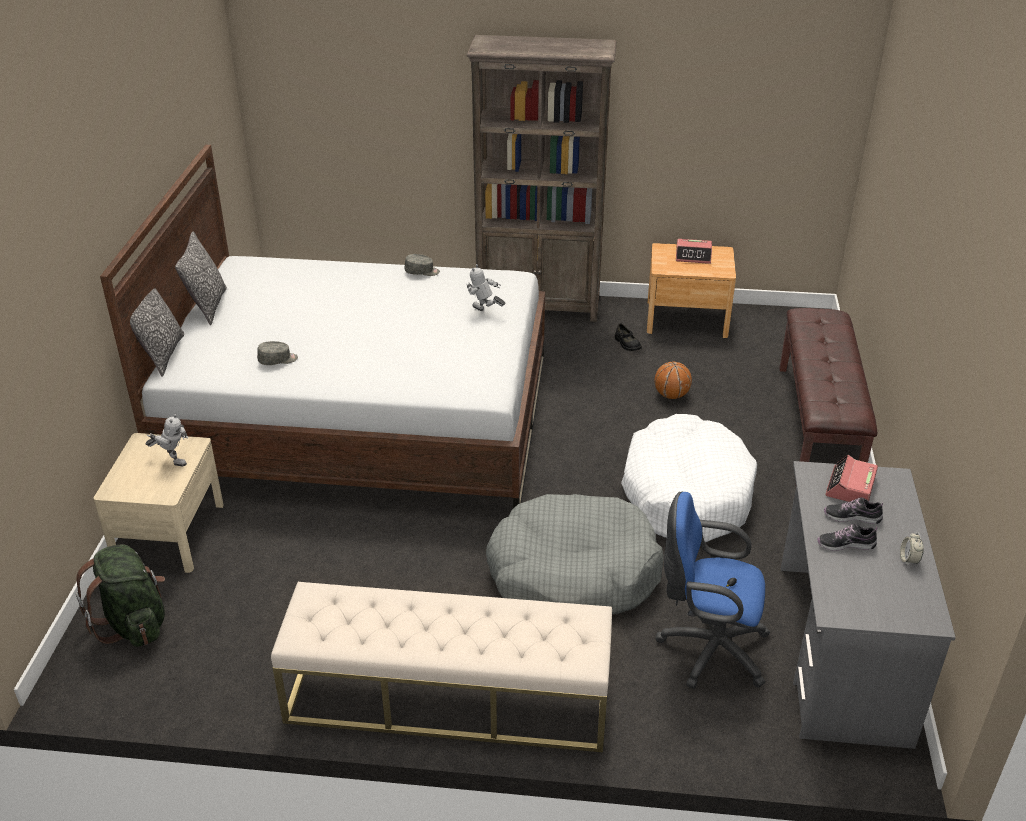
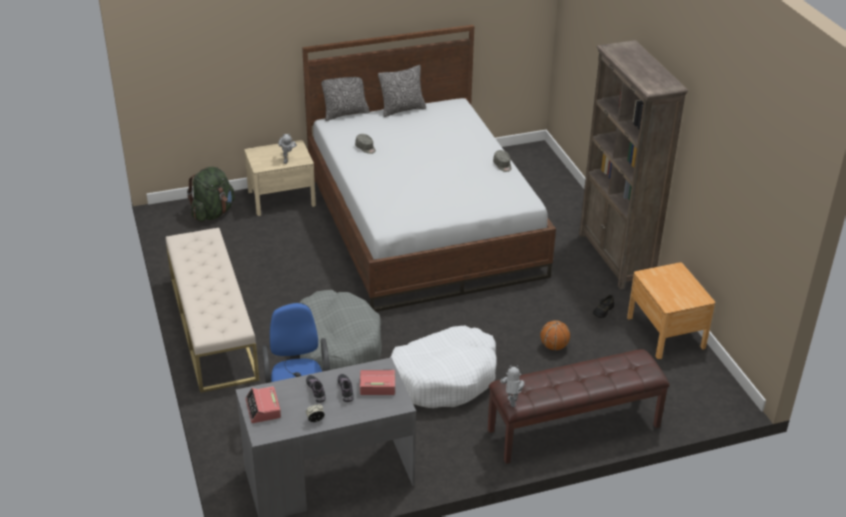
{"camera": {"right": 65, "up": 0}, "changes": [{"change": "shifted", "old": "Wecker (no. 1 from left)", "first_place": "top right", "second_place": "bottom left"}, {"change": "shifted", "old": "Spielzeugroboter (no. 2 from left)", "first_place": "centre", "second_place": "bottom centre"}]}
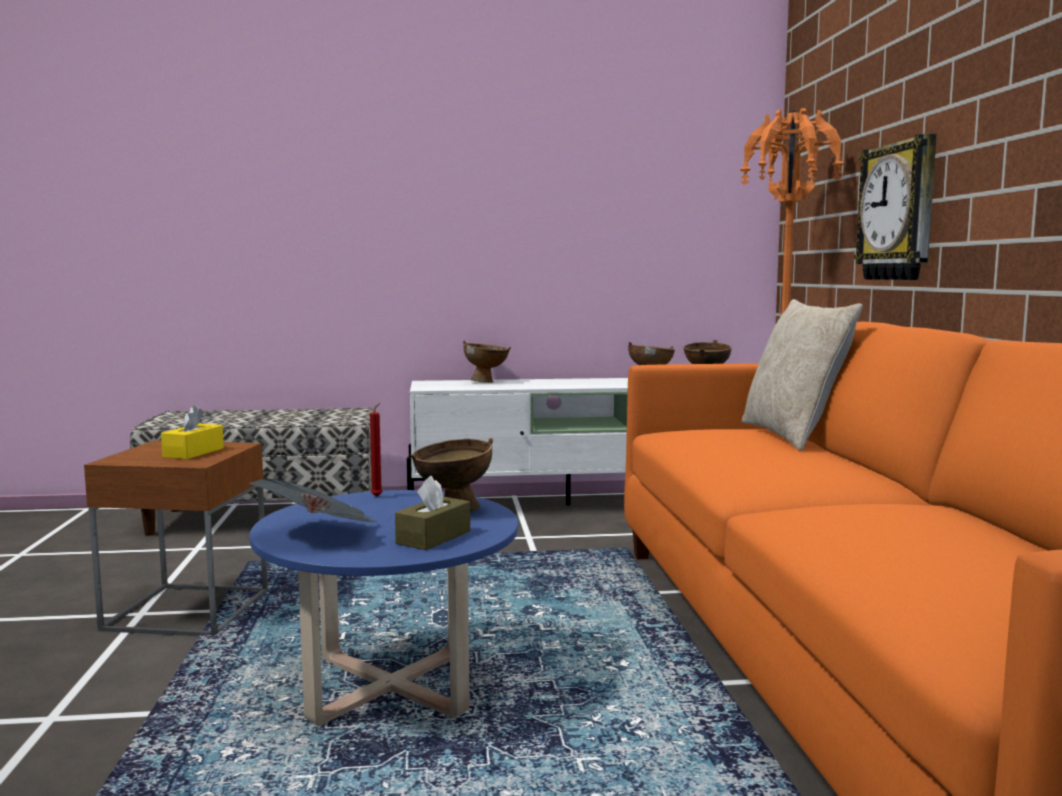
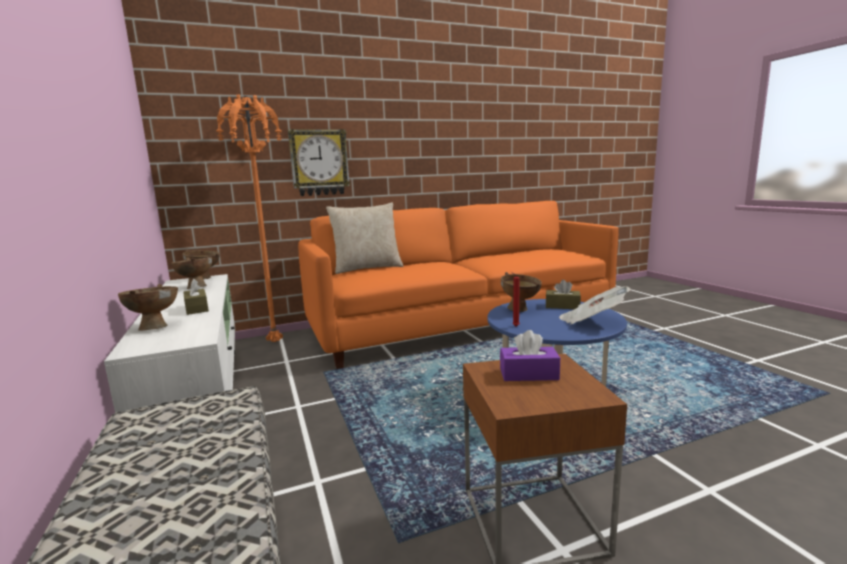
{"camera": {"right": -105, "up": 5}, "changes": [{"change": "new", "new": "Taschentuchbox [braun] (no. 1 from left)", "second_place": "middle left"}, {"change": "repainted", "old": "Taschentuchbox [gelb]", "new": "Taschentuchbox [lila]", "first_place": "middle left", "second_place": "centre"}]}
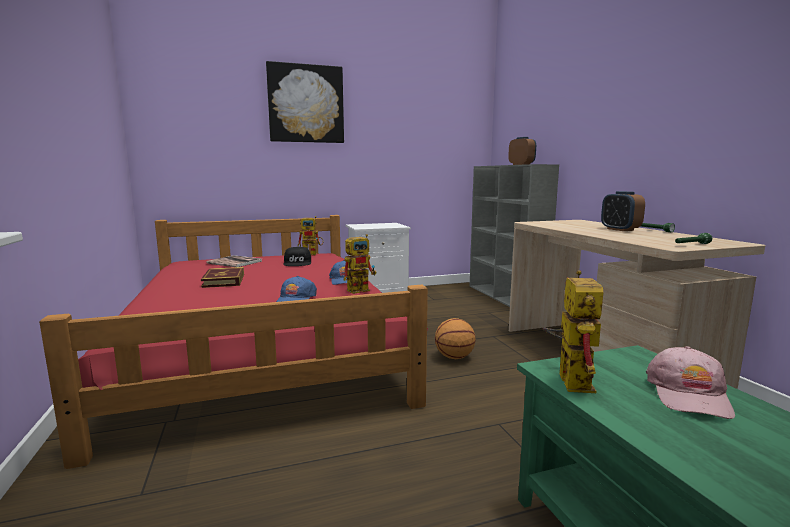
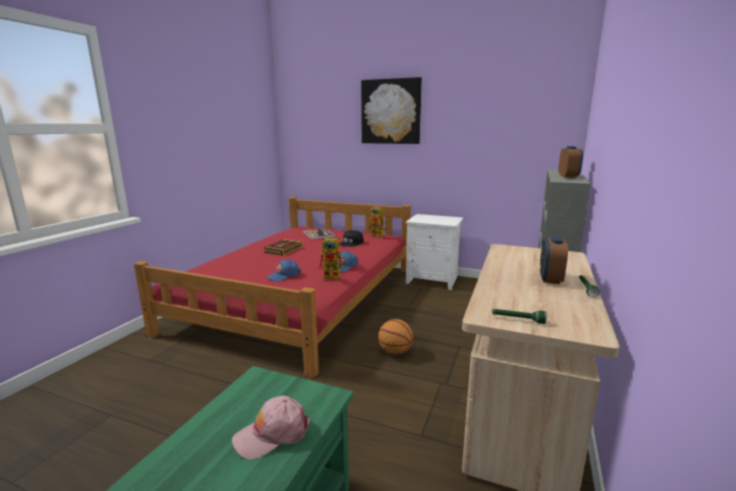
{"camera": {"right": 40, "up": 5}, "changes": [{"change": "gone", "old": "Spielzeugroboter (no. 3 from left)", "first_place": "middle right"}]}
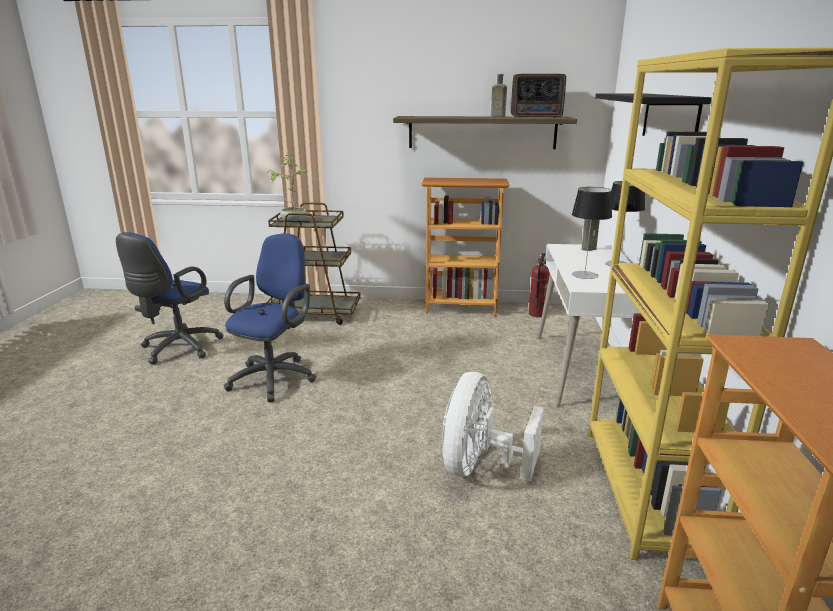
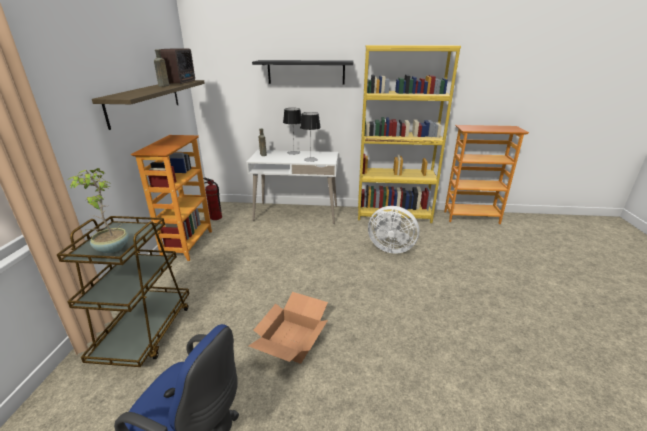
{"camera": {"right": -90, "up": 5}, "changes": [{"change": "swapped", "old": "Bürostuhl [blau] (no. 2 from left)", "new": "Karton", "first_place": "middle left", "second_place": "bottom centre"}]}
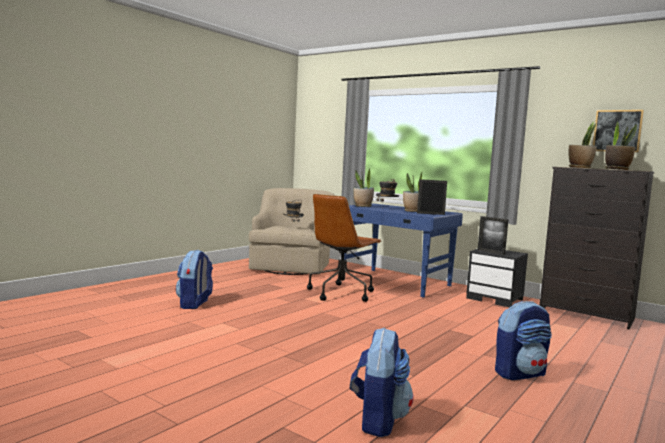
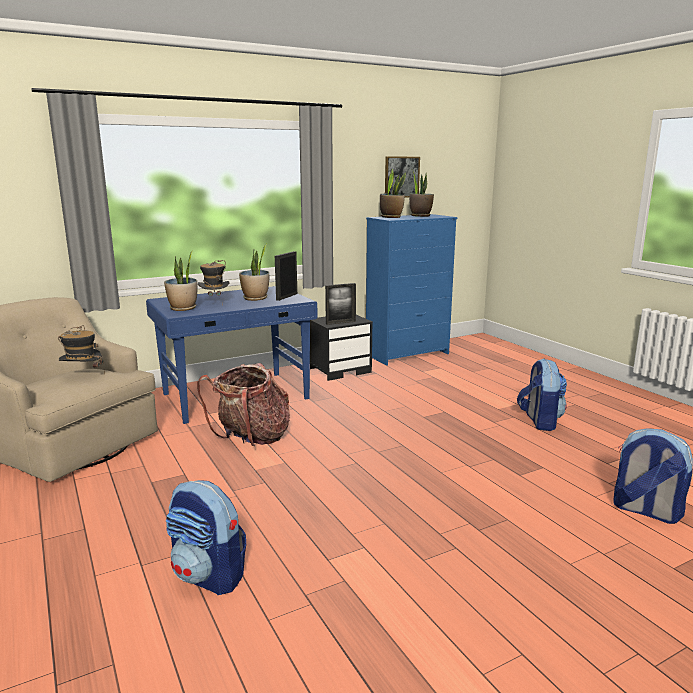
{"camera": {"right": -65, "up": 10}, "changes": [{"change": "swapped", "old": "Bürostuhl [braun]", "new": "Rucksack (no. 2 from left)", "first_place": "centre", "second_place": "centre"}, {"change": "repainted", "old": "Kommode [schwarz]", "new": "Kommode [blau]", "first_place": "middle right", "second_place": "centre"}]}
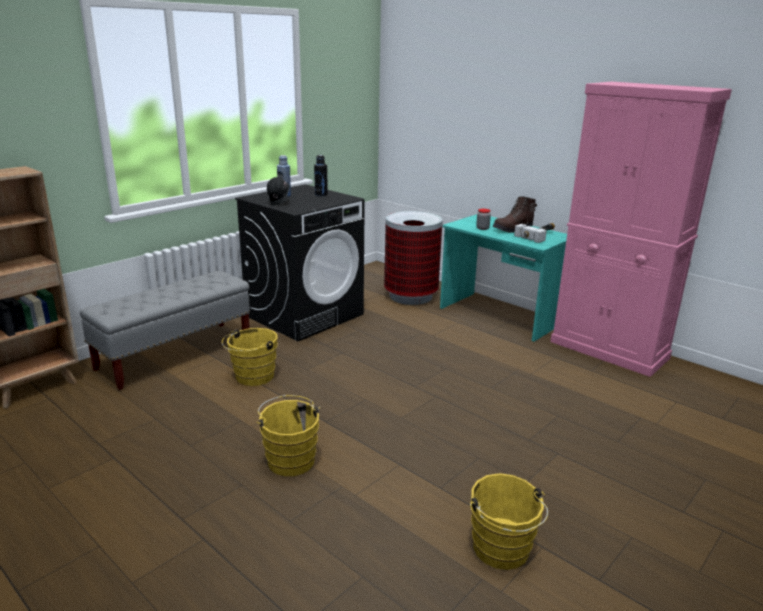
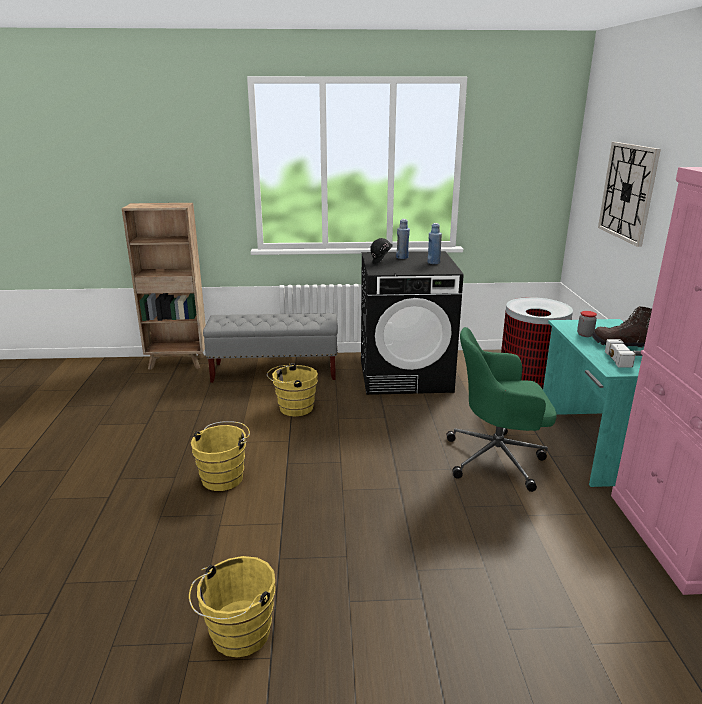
{"camera": {"right": 45, "up": 0}, "changes": [{"change": "repainted", "old": "Flasche [schwarz]", "new": "Flasche [blau] (no. 2 from left)", "first_place": "top centre", "second_place": "centre"}, {"change": "new", "new": "Bürostuhl [grün]", "second_place": "middle right"}, {"change": "new", "new": "Wanduhr", "second_place": "top right"}]}
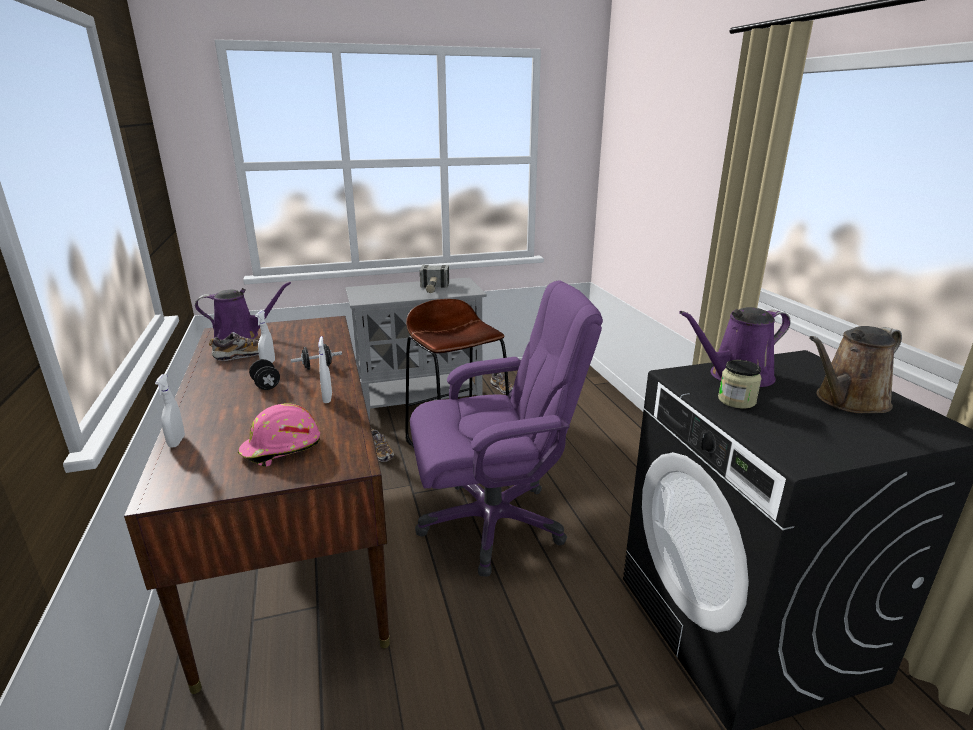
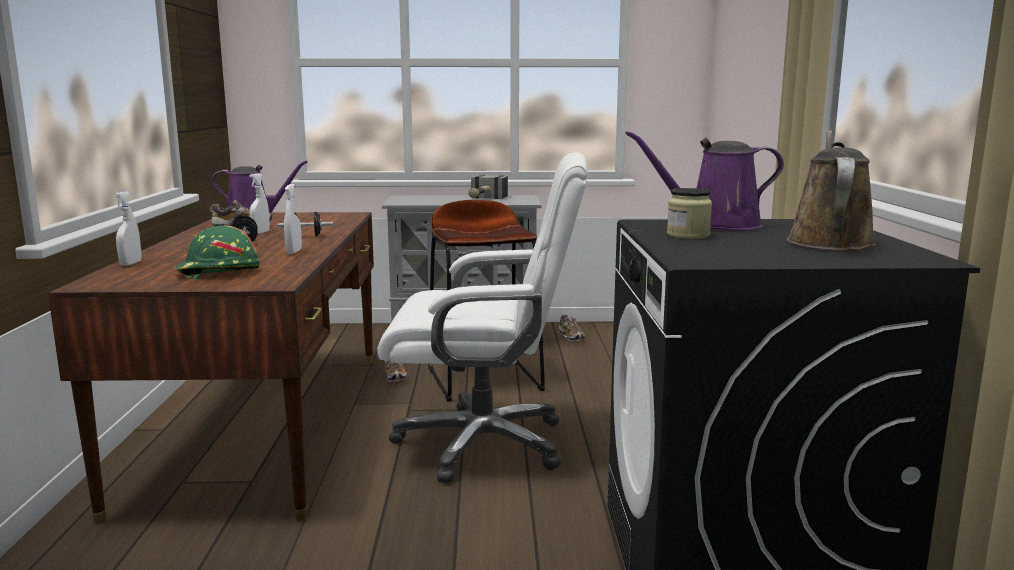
{"camera": {"right": 15, "up": -10}, "changes": [{"change": "repainted", "old": "Schutzhelm [rosa]", "new": "Schutzhelm [grün]", "first_place": "middle left", "second_place": "middle left"}, {"change": "repainted", "old": "Bürostuhl [lila]", "new": "Bürostuhl [weiß]", "first_place": "centre", "second_place": "centre"}, {"change": "rotated", "old": "Gießkanne [braun]", "first_place": "middle right", "second_place": "middle right", "degrees": 120}]}
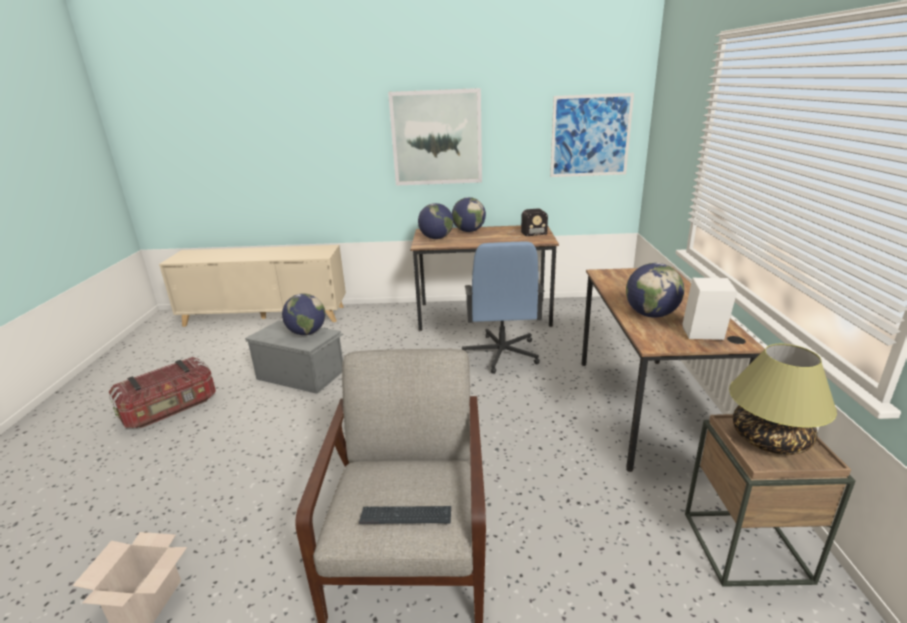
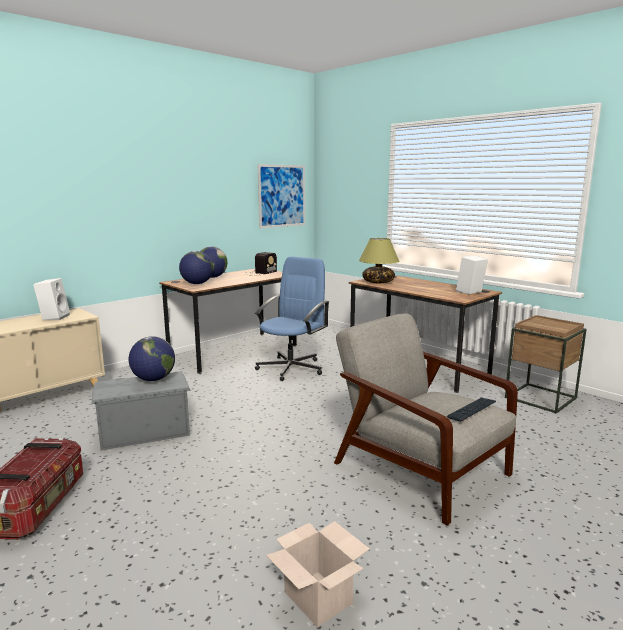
{"camera": {"right": -45, "up": -10}, "changes": [{"change": "new", "new": "Lautsprecher [weiß] (no. 1 from left)", "second_place": "middle left"}, {"change": "rotated", "old": "Bürostuhl [blau]", "first_place": "centre", "second_place": "centre", "degrees": -105}, {"change": "shifted", "old": "Tischlampe", "first_place": "middle right", "second_place": "centre"}, {"change": "gone", "old": "Bild (no. 1 from left)", "first_place": "top centre"}, {"change": "gone", "old": "Globus (no. 4 from left)", "first_place": "middle right"}]}
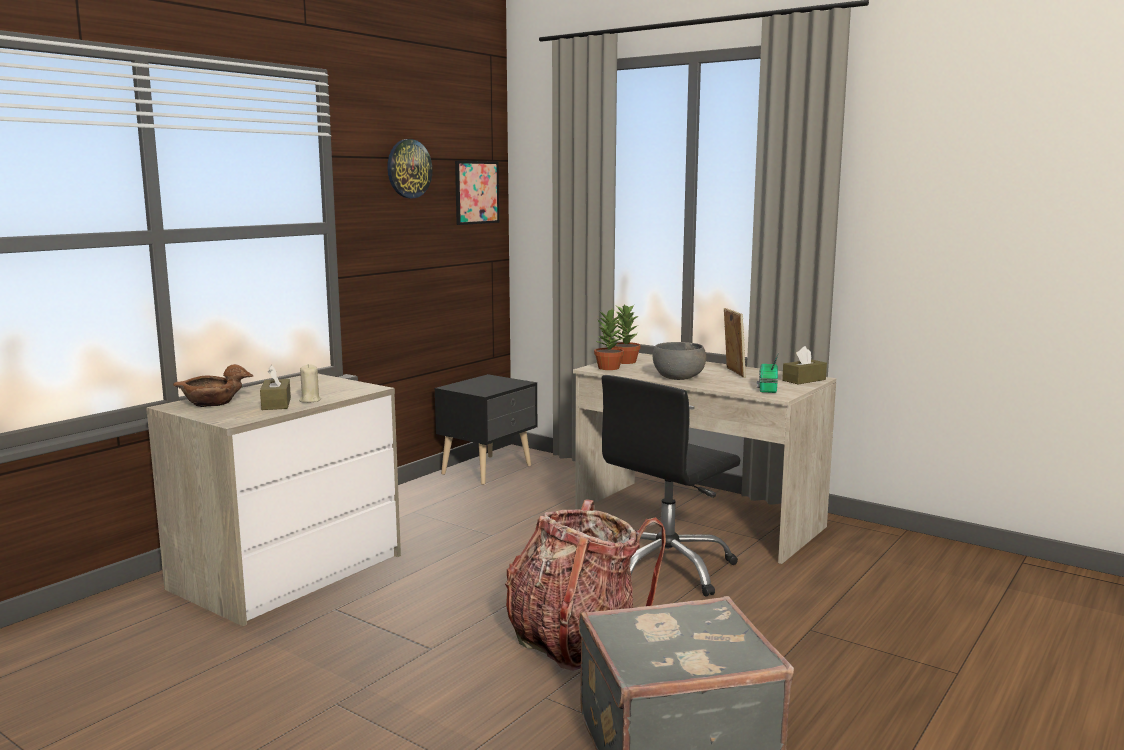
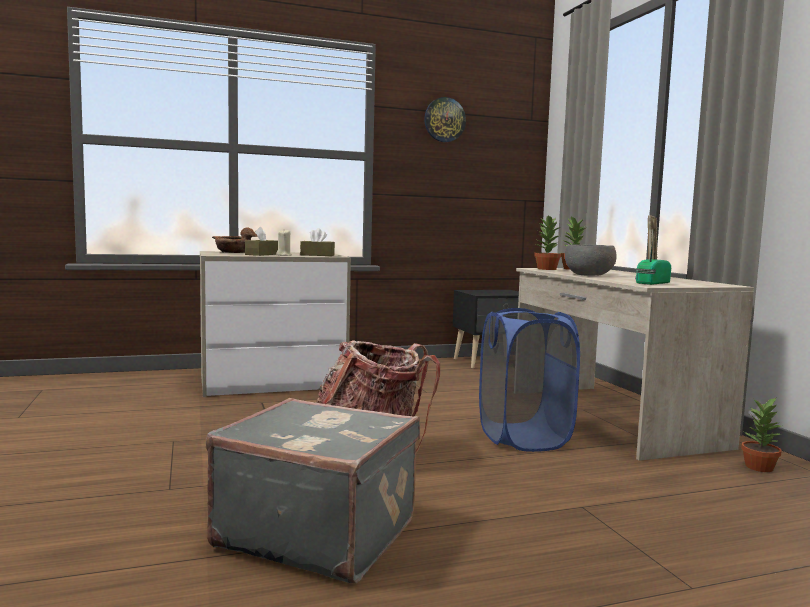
{"camera": {"right": 35, "up": -5}, "changes": [{"change": "shifted", "old": "Taschentuchbox [braun] (no. 2 from left)", "first_place": "middle right", "second_place": "centre"}, {"change": "swapped", "old": "Bürostuhl [schwarz]", "new": "Wäschekorb [blau]", "first_place": "centre", "second_place": "centre"}, {"change": "new", "new": "Topfpflanze (no. 3 from left)", "second_place": "bottom right"}, {"change": "gone", "old": "Bild", "first_place": "top centre"}]}
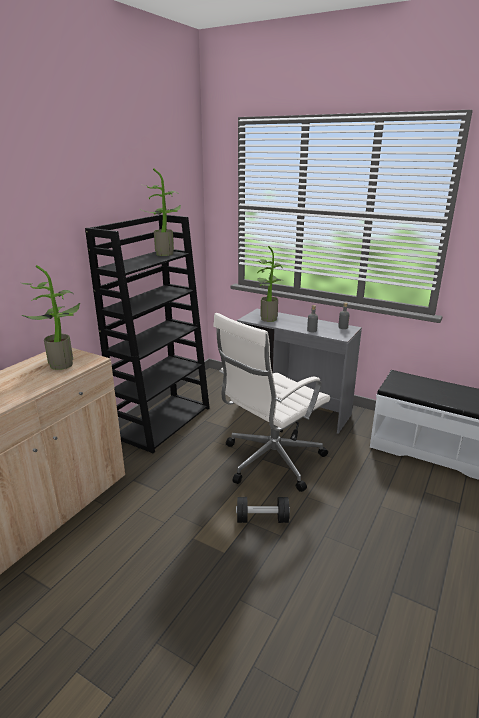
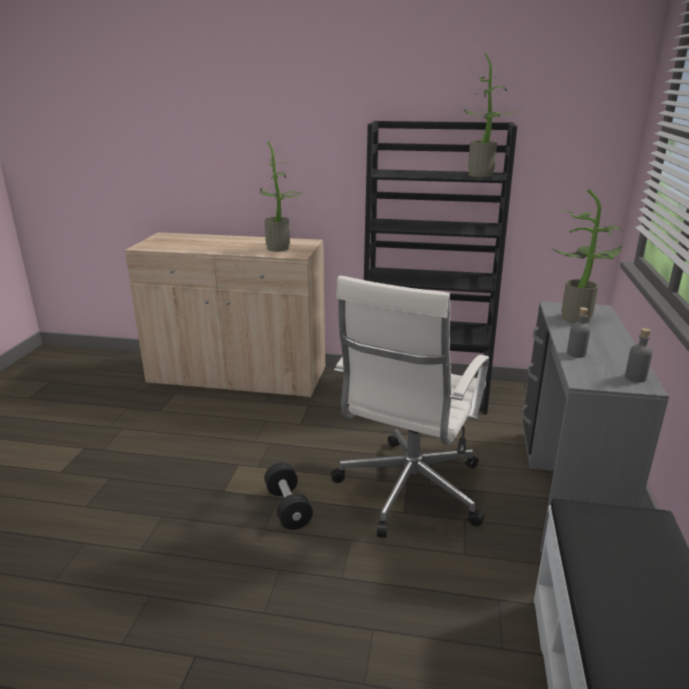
{"camera": {"right": 70, "up": 0}, "changes": [{"change": "rotated", "old": "Bürostuhl [weiß]", "first_place": "centre", "second_place": "centre", "degrees": -90}]}
